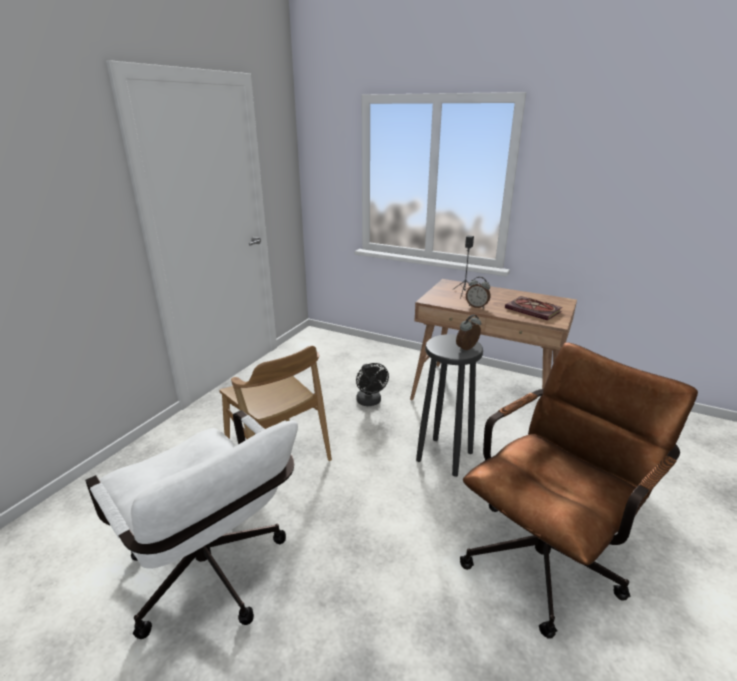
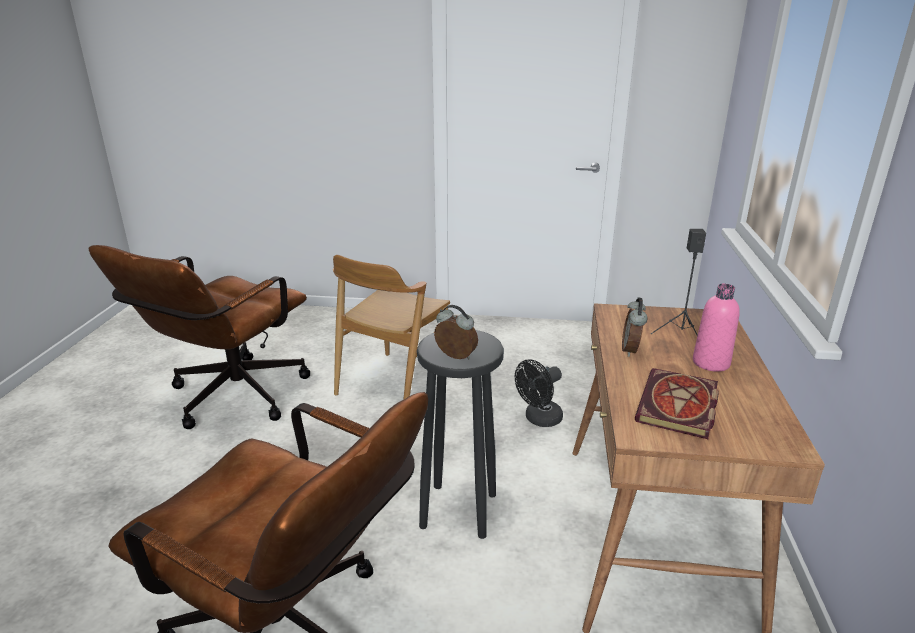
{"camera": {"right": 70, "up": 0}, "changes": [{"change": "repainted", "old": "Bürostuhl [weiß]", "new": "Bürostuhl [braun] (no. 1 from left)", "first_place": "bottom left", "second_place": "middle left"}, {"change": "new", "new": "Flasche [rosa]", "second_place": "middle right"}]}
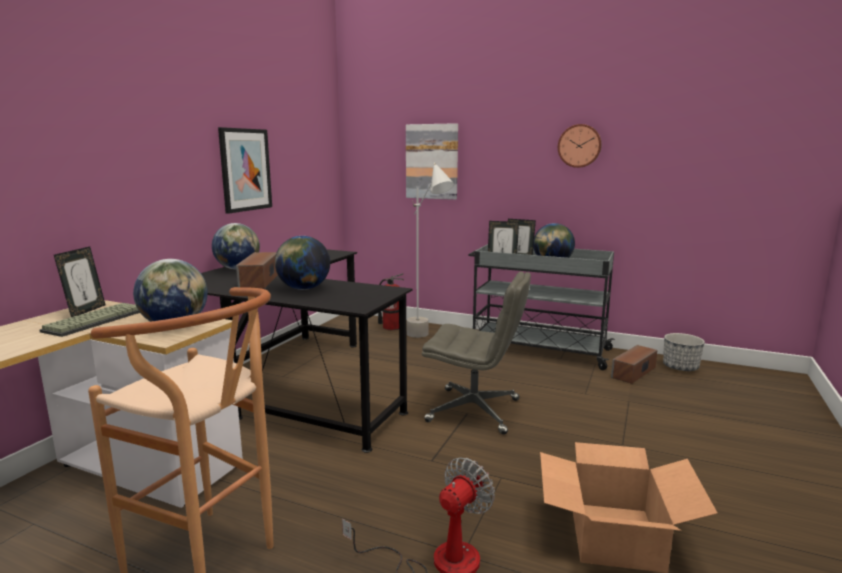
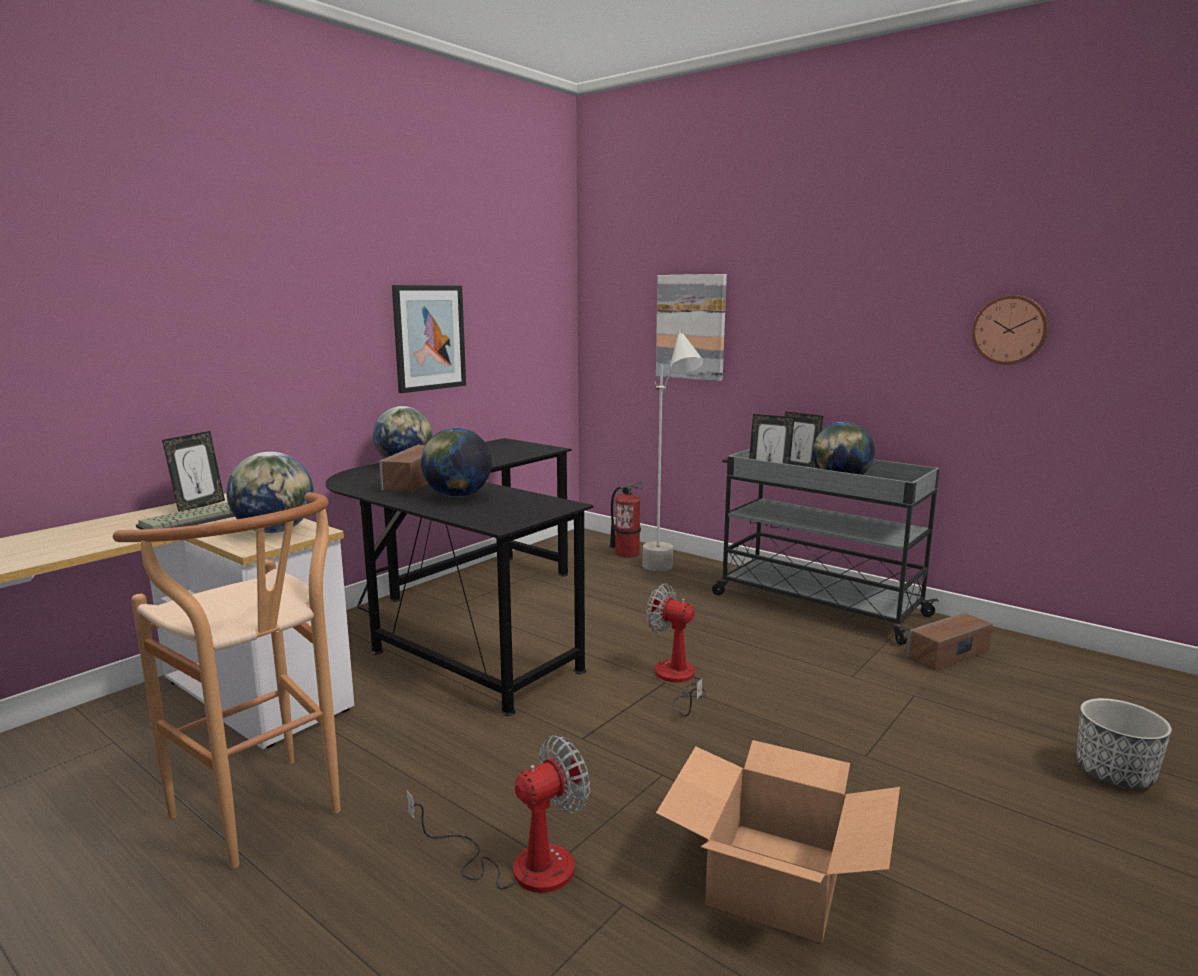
{"camera": {"right": 15, "up": 0}, "changes": [{"change": "swapped", "old": "Bürostuhl [grau]", "new": "Ventilator (no. 2 from left)", "first_place": "centre", "second_place": "centre"}, {"change": "shifted", "old": "Wanduhr", "first_place": "top right", "second_place": "middle right"}, {"change": "shifted", "old": "Pflanzkübel", "first_place": "middle right", "second_place": "bottom right"}]}
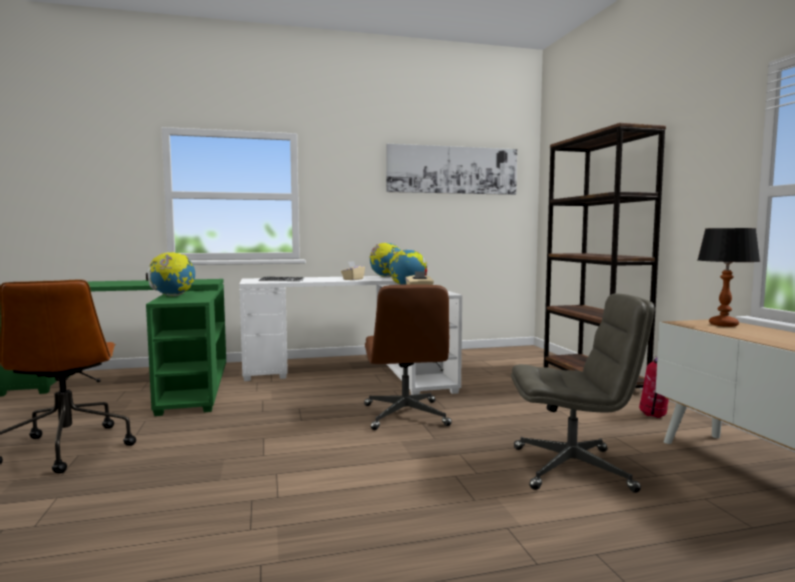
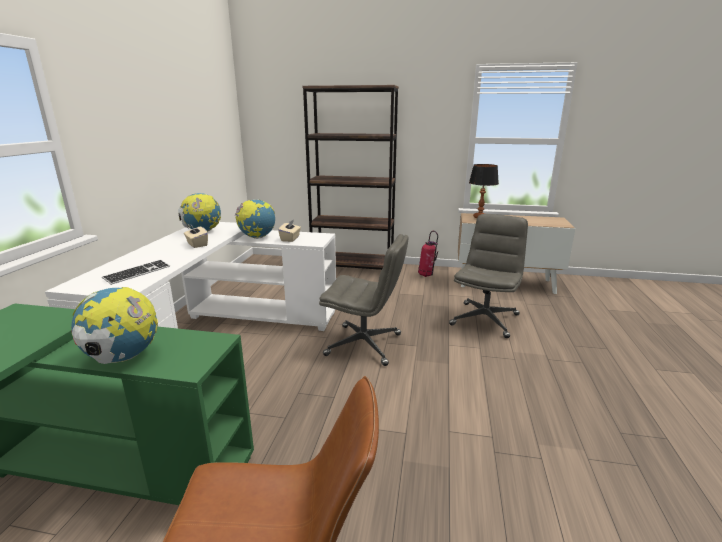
{"camera": {"right": -65, "up": 15}, "changes": [{"change": "repainted", "old": "Bürostuhl [braun] (no. 2 from left)", "new": "Bürostuhl [grau] (no. 1 from left)", "first_place": "centre", "second_place": "centre"}, {"change": "gone", "old": "Bild", "first_place": "top centre"}]}
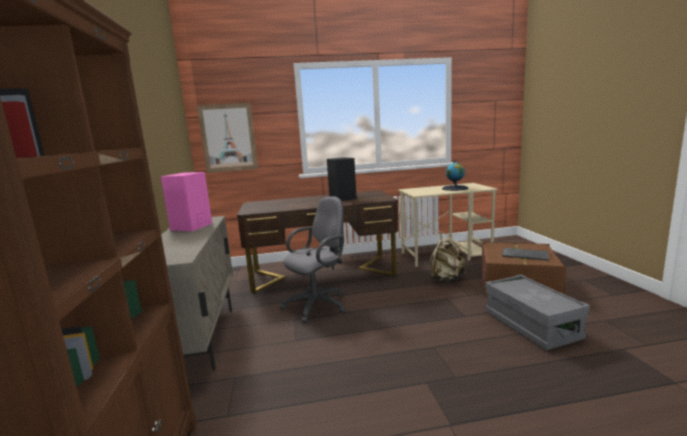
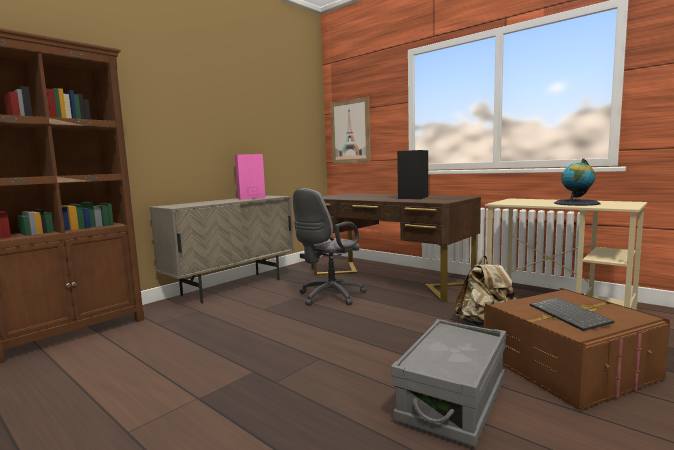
{"camera": {"right": 50, "up": -5}, "changes": [{"change": "rotated", "old": "Bürostuhl [grau]", "first_place": "centre", "second_place": "centre", "degrees": 120}]}
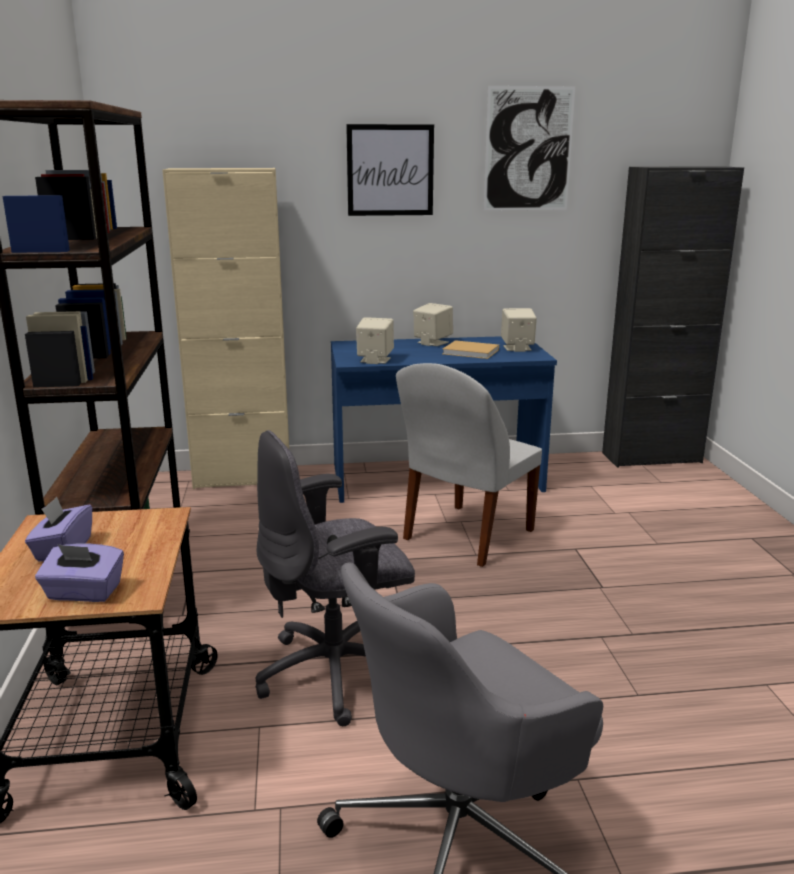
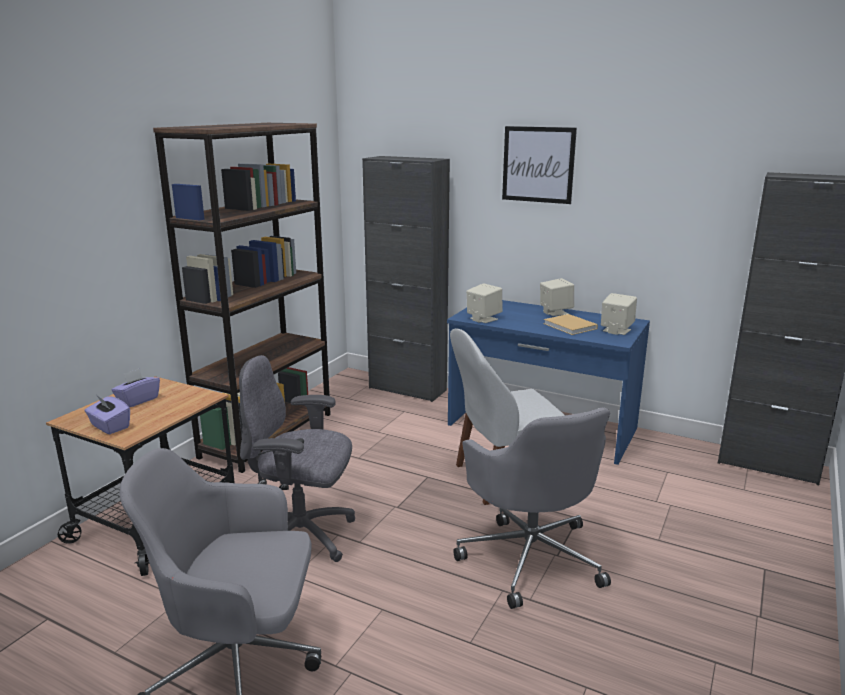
{"camera": {"right": 35, "up": 0}, "changes": [{"change": "repainted", "old": "Schrank [beige]", "new": "Schrank [schwarz] (no. 1 from left)", "first_place": "middle left", "second_place": "centre"}, {"change": "new", "new": "Bürostuhl [grau] (no. 3 from left)", "second_place": "bottom centre"}, {"change": "gone", "old": "Bild (no. 2 from left)", "first_place": "top centre"}]}
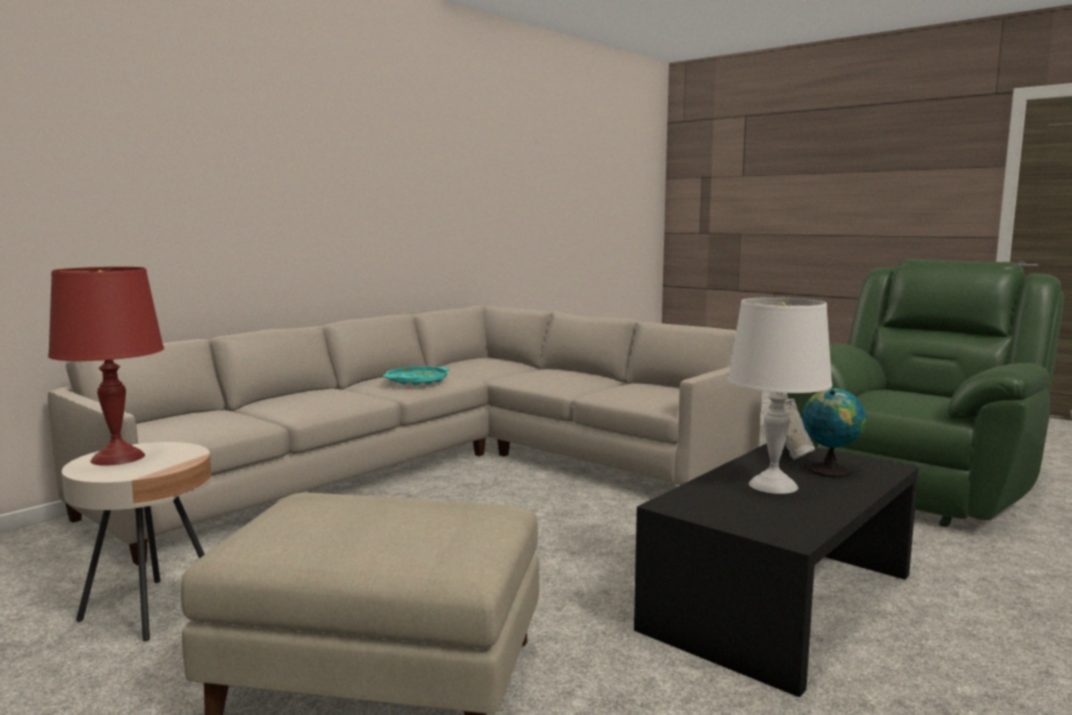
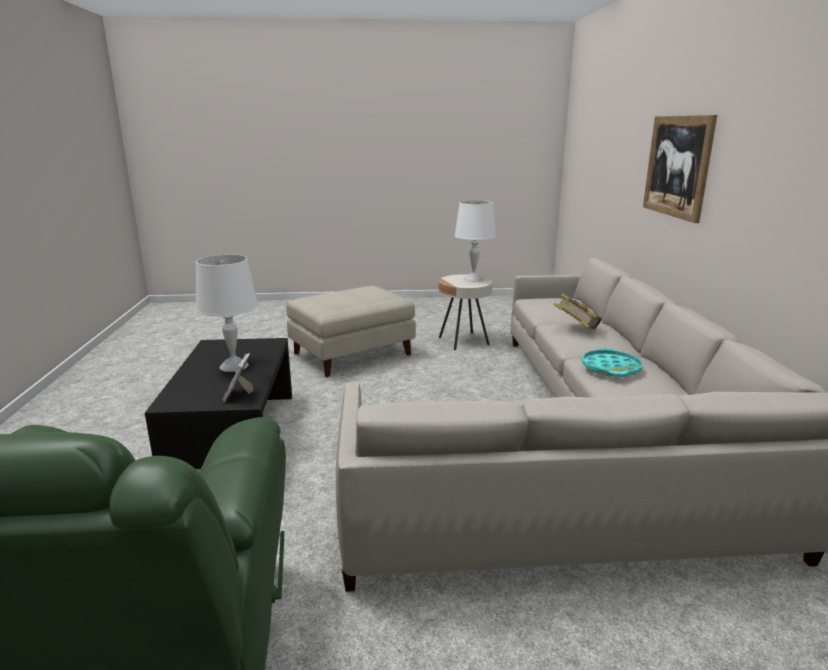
{"camera": {"right": 135, "up": 10}, "changes": [{"change": "repainted", "old": "Tischlampe [rot]", "new": "Tischlampe [weiß] (no. 2 from left)", "first_place": "middle left", "second_place": "centre"}, {"change": "new", "new": "Buch", "second_place": "middle right"}, {"change": "new", "new": "Bild", "second_place": "top right"}, {"change": "gone", "old": "Globus", "first_place": "middle right"}]}
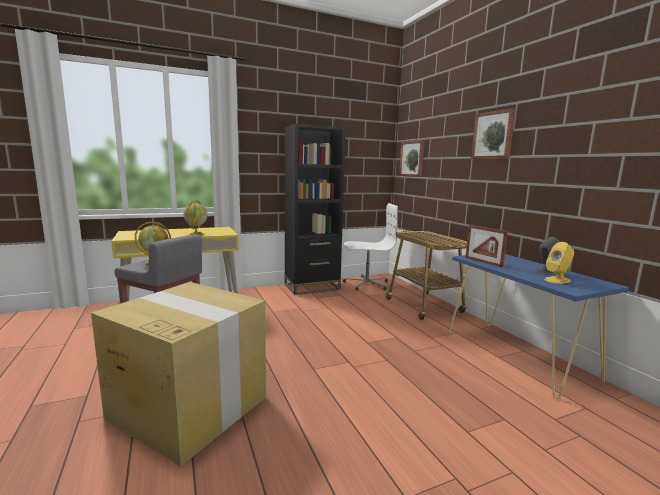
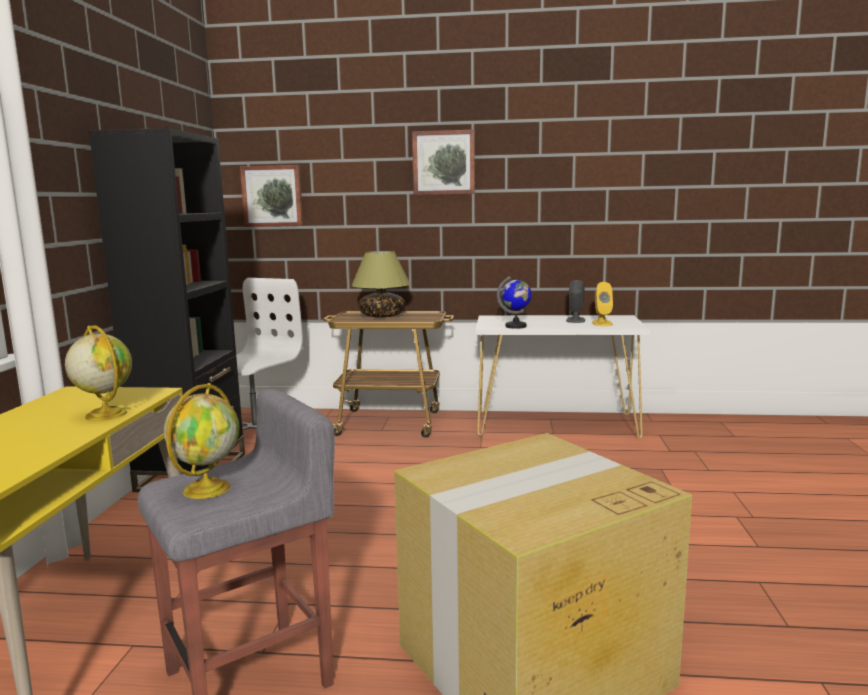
{"camera": {"right": -60, "up": 0}, "changes": [{"change": "new", "new": "Tischlampe", "second_place": "centre"}, {"change": "repainted", "old": "Konsolentisch [blau]", "new": "Konsolentisch [weiß]", "first_place": "middle right", "second_place": "centre"}, {"change": "swapped", "old": "Bilderrahmen", "new": "Globus (no. 3 from left)", "first_place": "middle right", "second_place": "centre"}]}
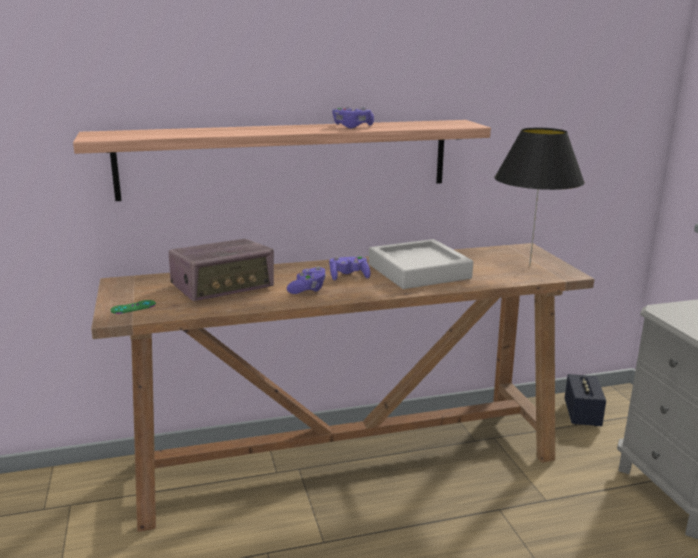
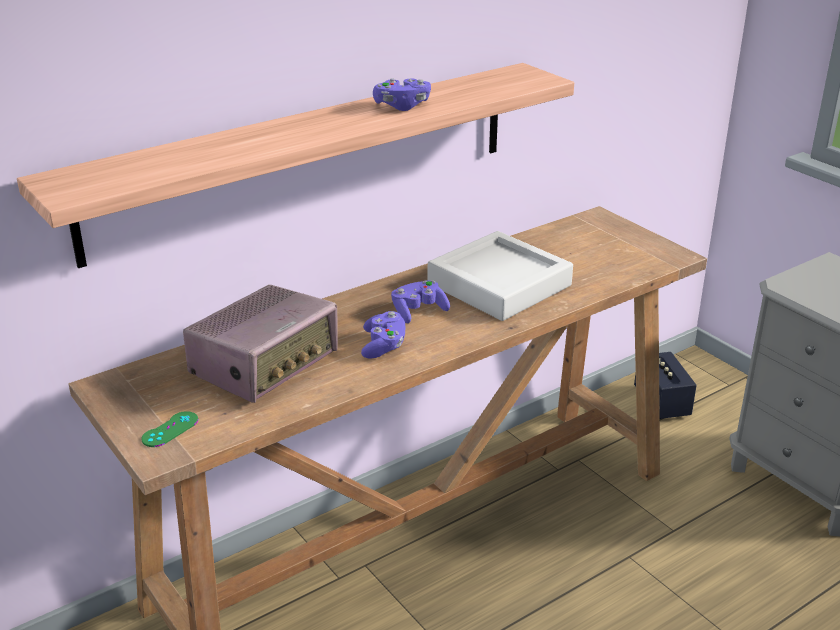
{"camera": {"right": -20, "up": 10}, "changes": [{"change": "gone", "old": "Tischlampe [schwarz]", "first_place": "middle right"}]}
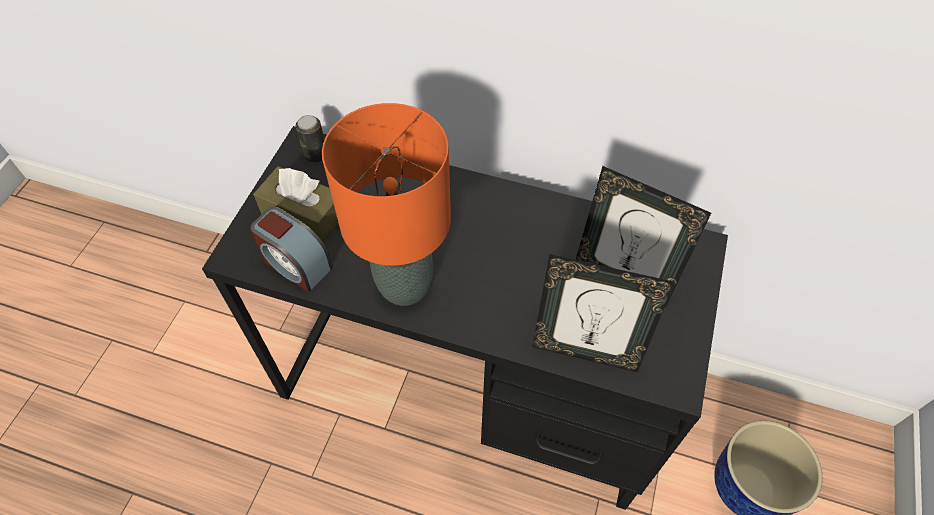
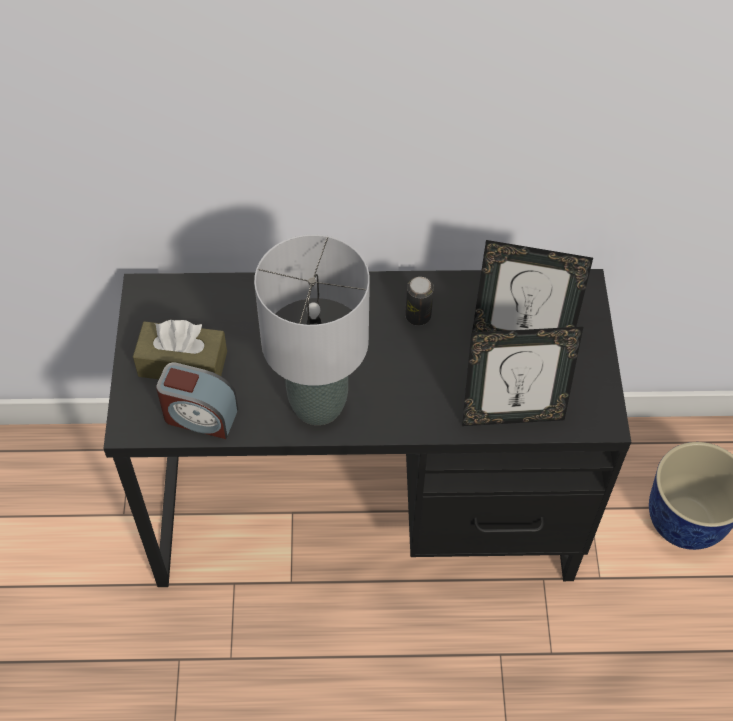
{"camera": {"right": -20, "up": 0}, "changes": [{"change": "repainted", "old": "Tischlampe [orange]", "new": "Tischlampe [grau]", "first_place": "centre", "second_place": "centre"}, {"change": "shifted", "old": "Dose", "first_place": "top left", "second_place": "centre"}]}
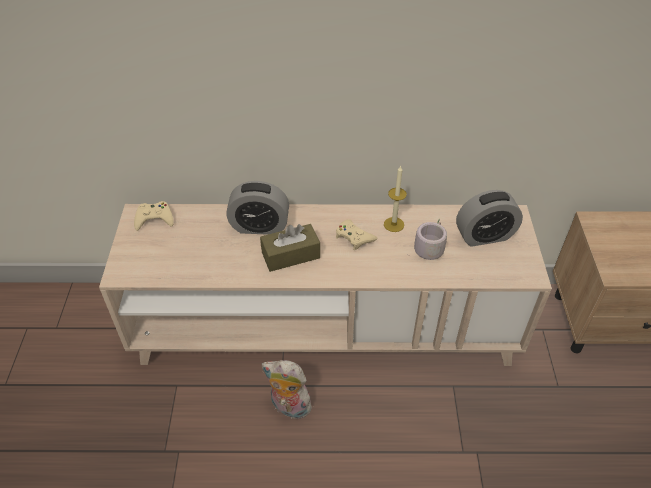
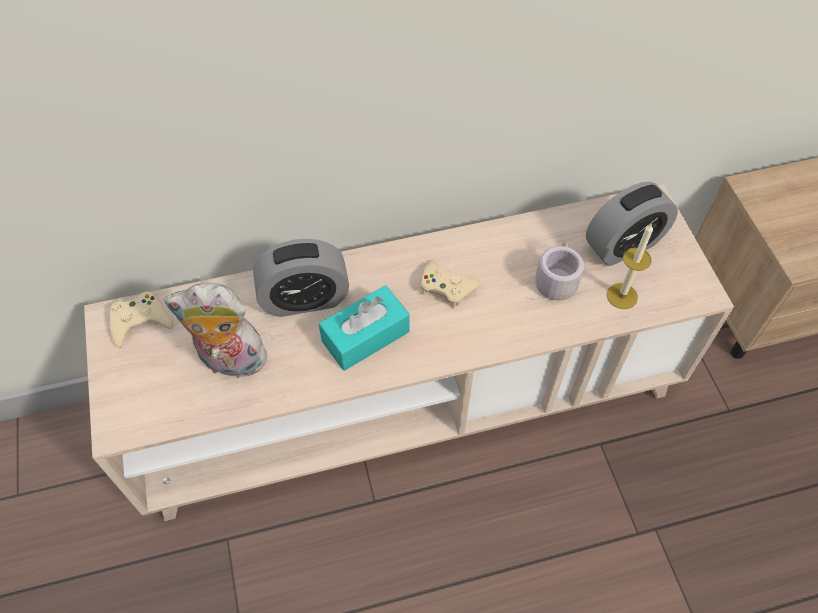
{"camera": {"right": -15, "up": 10}, "changes": [{"change": "shifted", "old": "Plüschtier", "first_place": "bottom centre", "second_place": "middle left"}, {"change": "repainted", "old": "Taschentuchbox [braun]", "new": "Taschentuchbox [türkis]", "first_place": "centre", "second_place": "centre"}, {"change": "shifted", "old": "Kerze", "first_place": "centre", "second_place": "middle right"}]}
